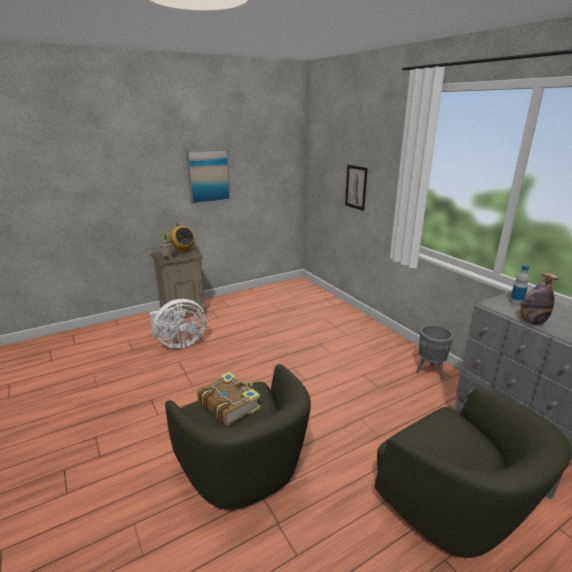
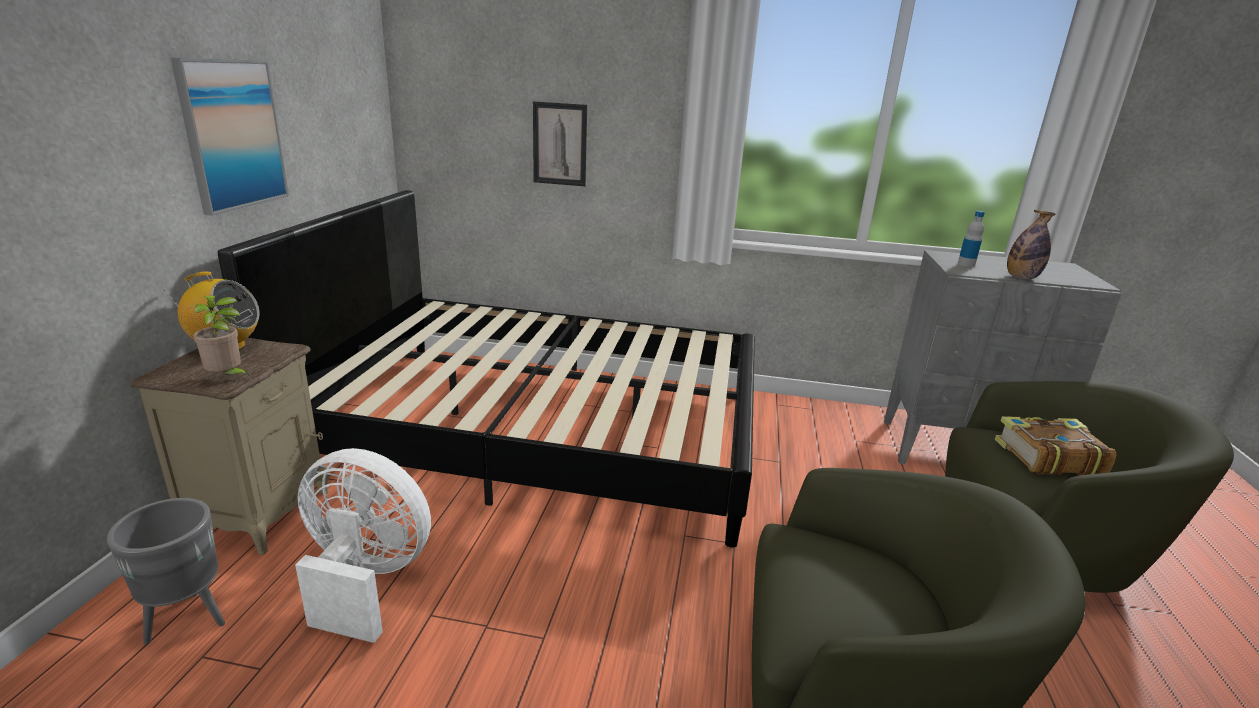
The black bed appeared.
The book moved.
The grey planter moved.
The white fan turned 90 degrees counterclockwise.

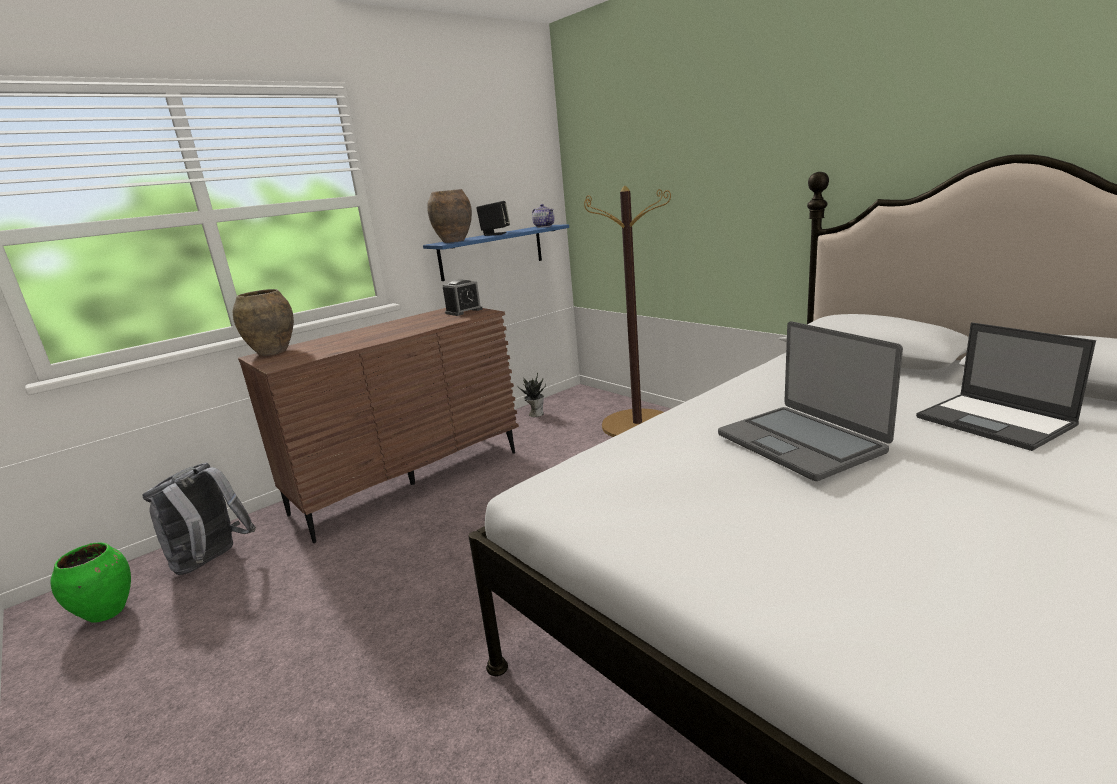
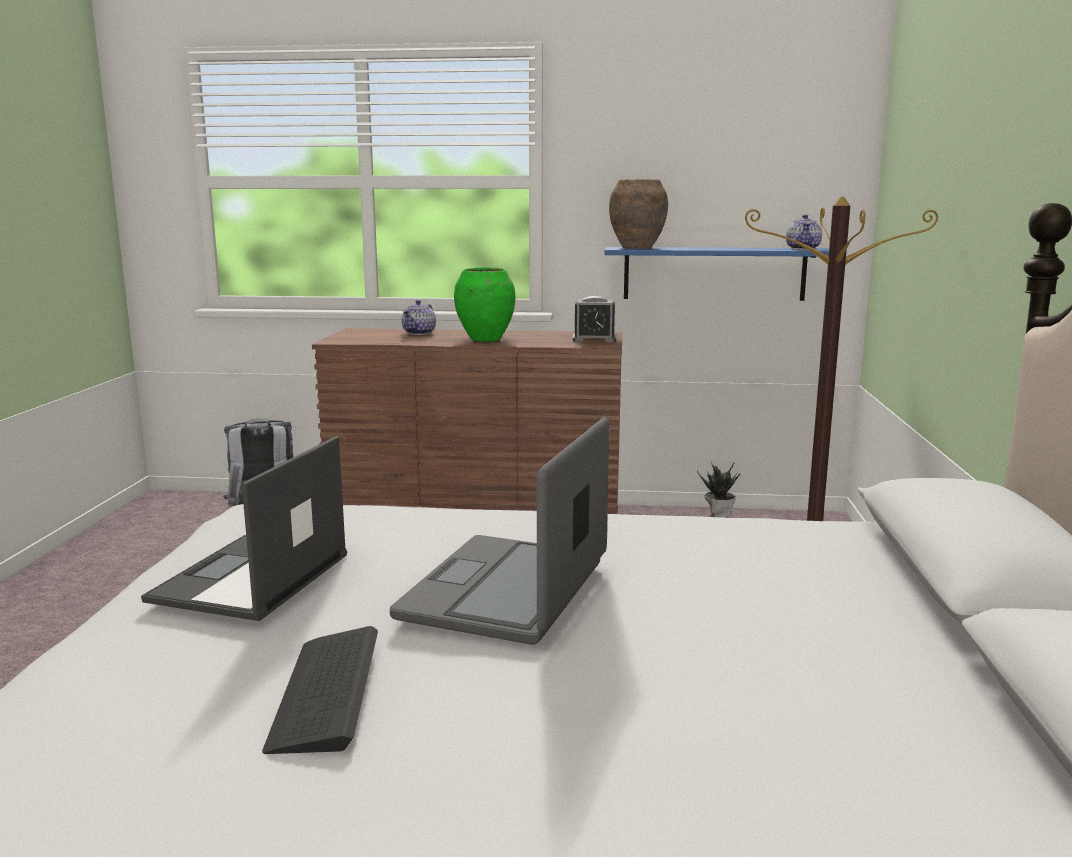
The brown vase (no. 1 from left) disappeared.
The black speaker disappeared.
The keyboard appeared.
The teapot (no. 1 from left) appeared.
The green vase moved.
The laptop (no. 2 from left in the first image) moved.

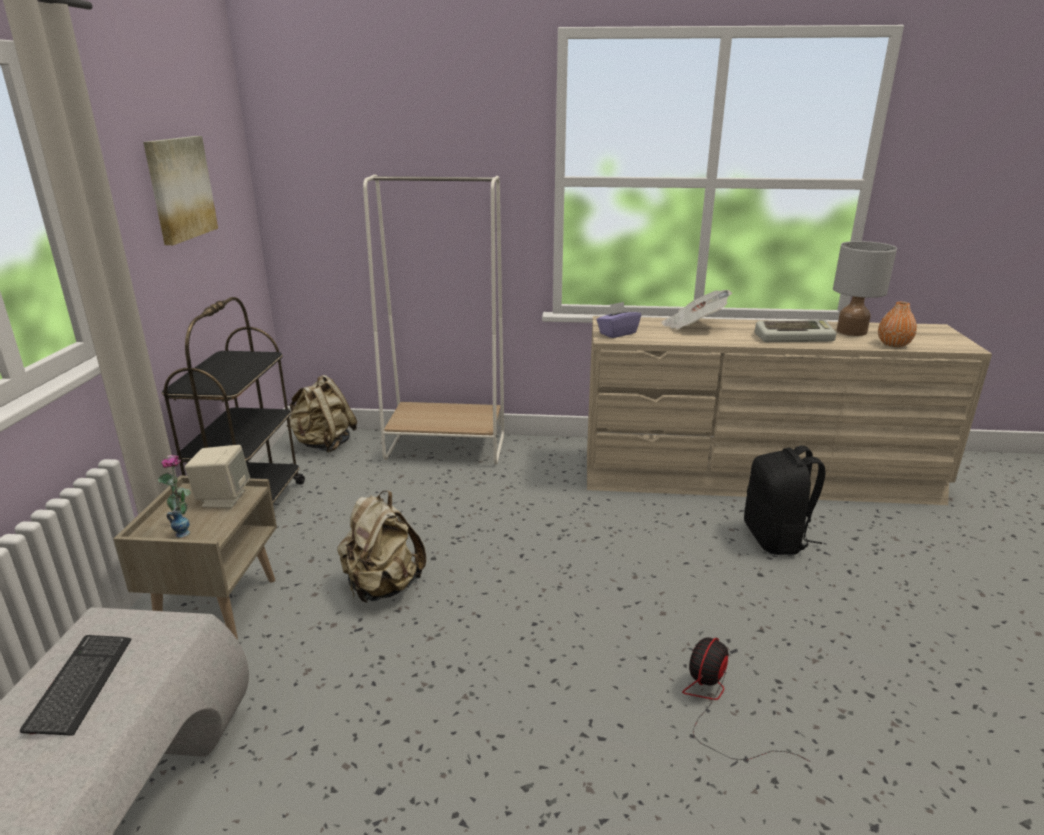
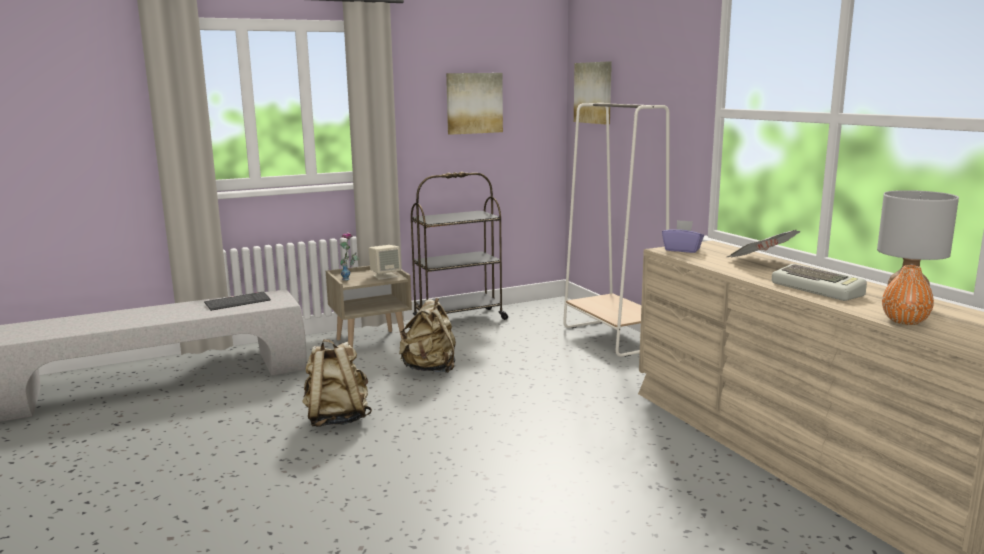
The fan disappeared.
The black backpack disappeared.
The picture (no. 2 from left) appeared.
The beige backpack (no. 1 from left) moved.

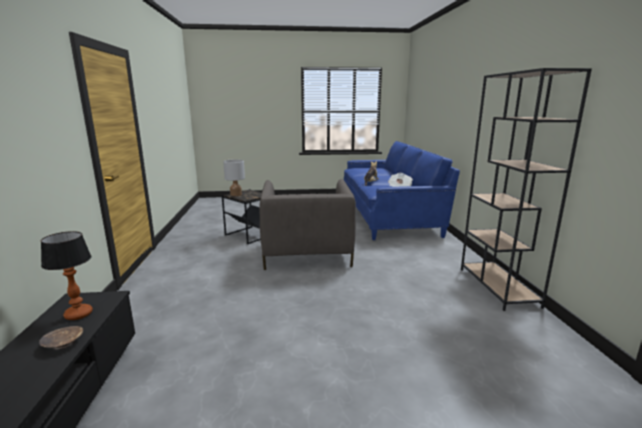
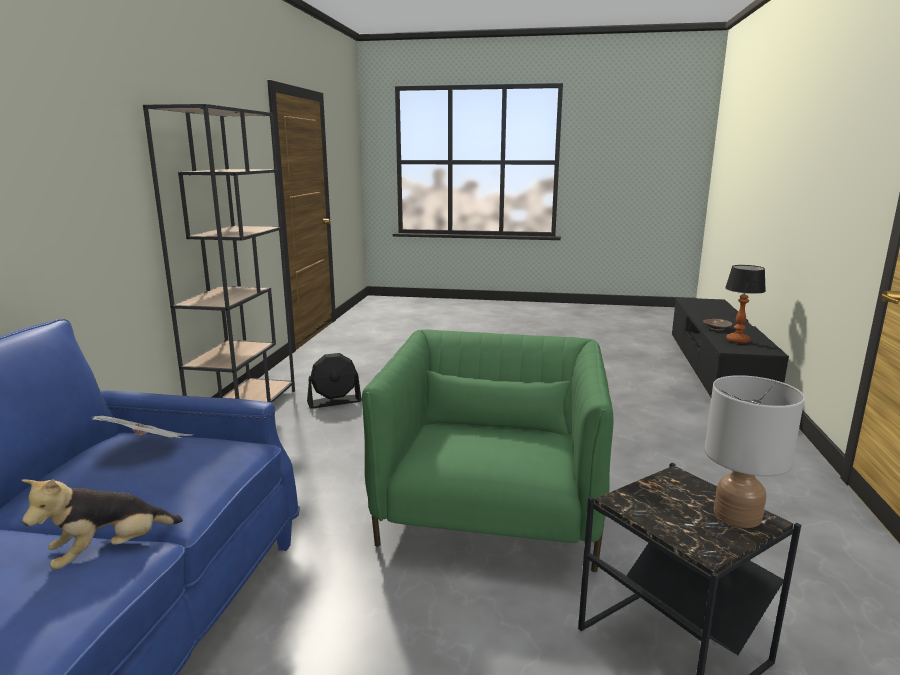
The black fan appeared.
The grey armchair became the green armchair.

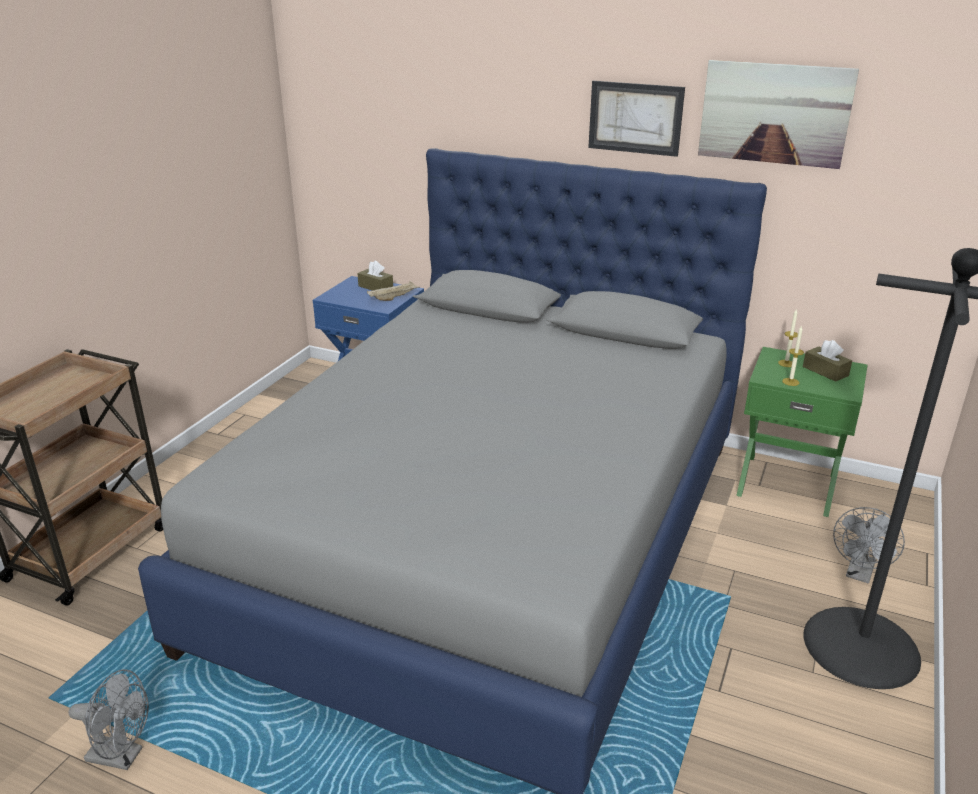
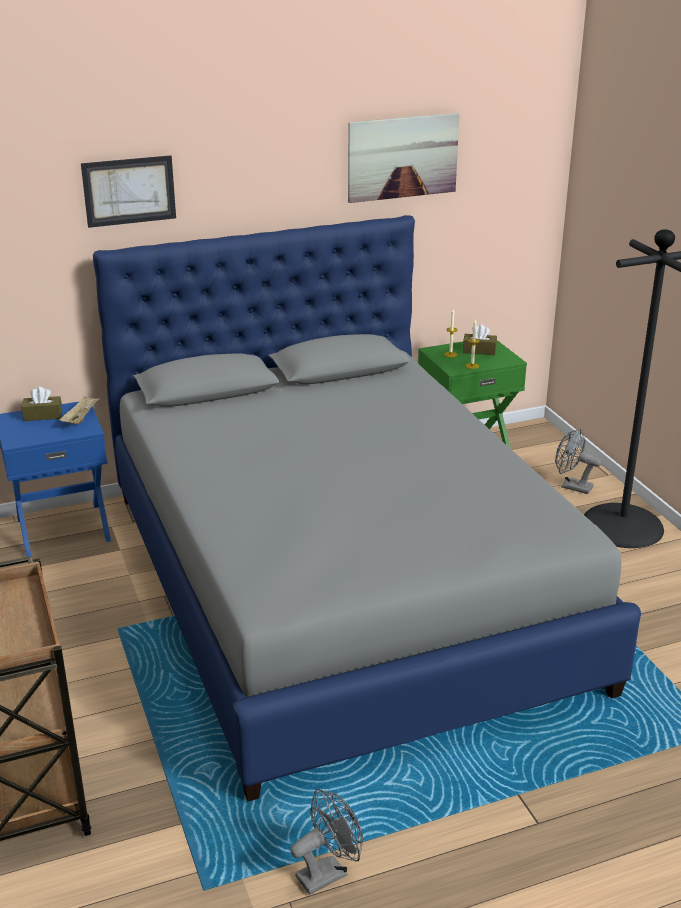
The picture (no. 1 from left) moved.
The grey fan (no. 2 from left) turned 135 degrees clockwise.

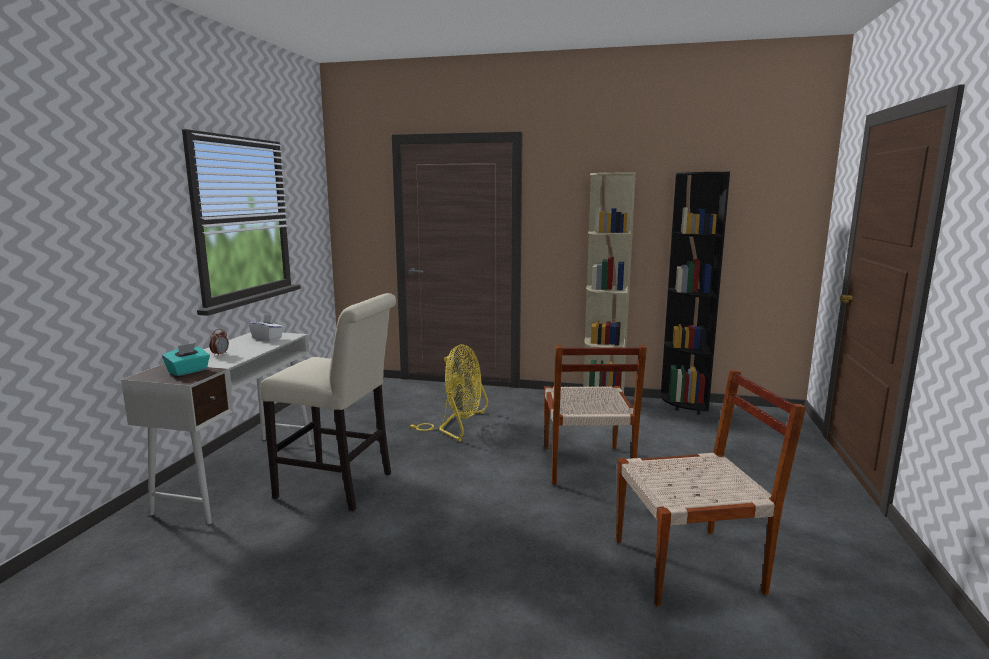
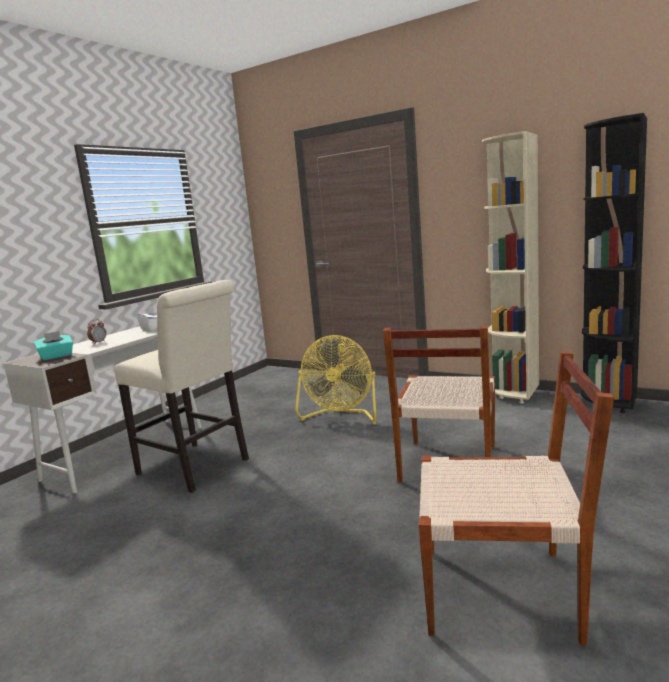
The yellow fan turned 75 degrees clockwise.

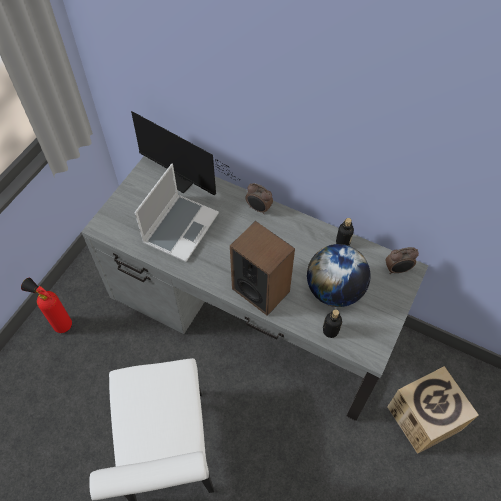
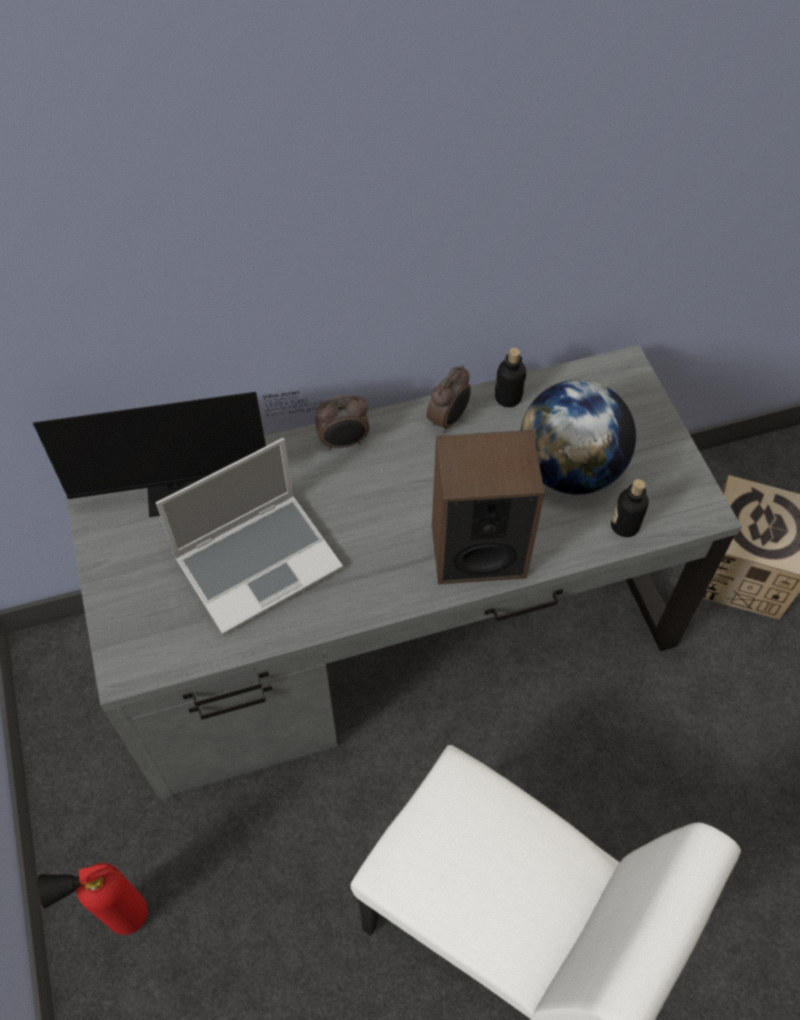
The alarm clock (no. 2 from left) moved.
The laptop turned 75 degrees clockwise.

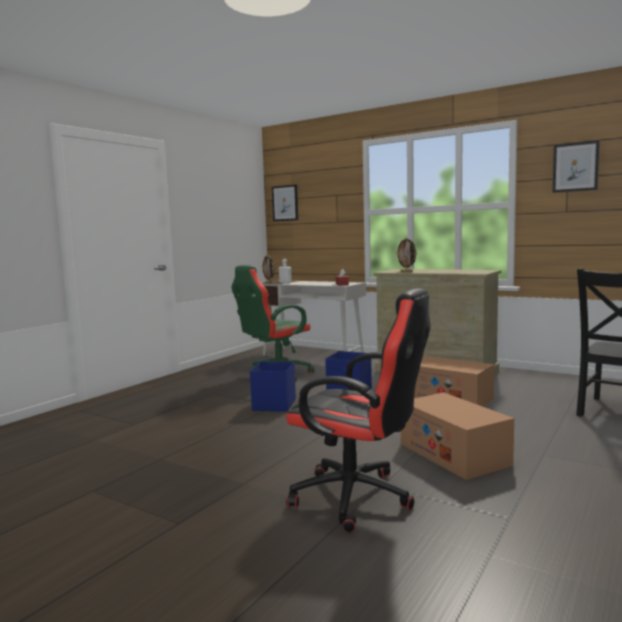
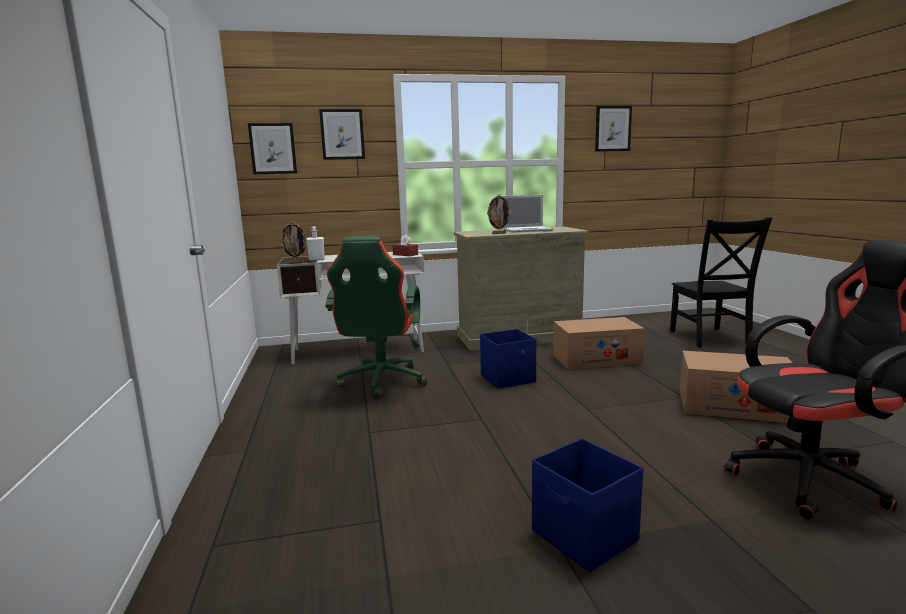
The picture (no. 2 from left) appeared.
The laptop appeared.
The blue storage box (no. 1 from left in the first image) moved.

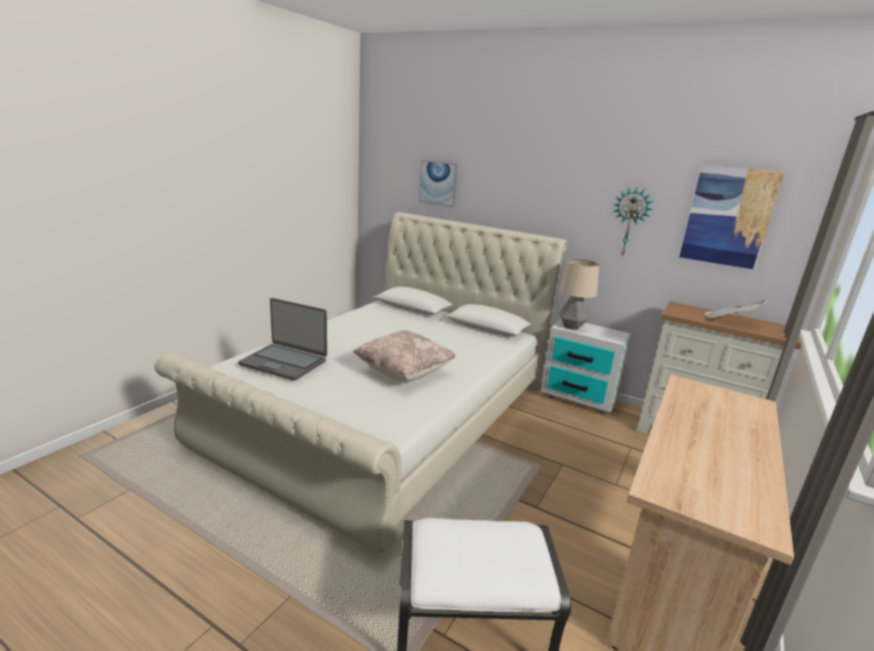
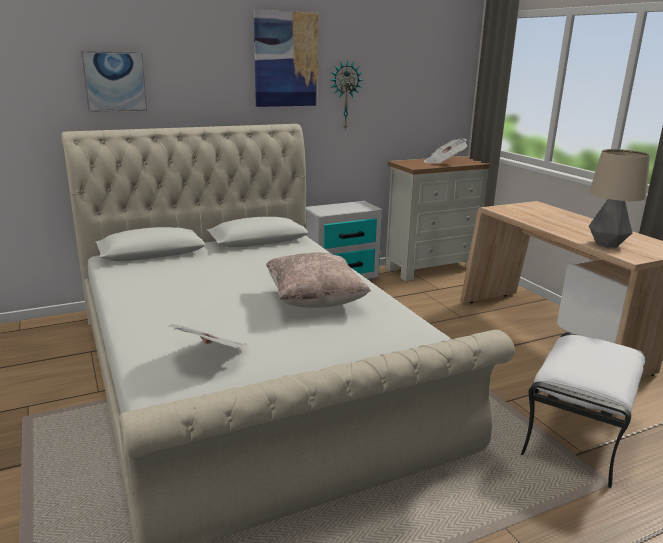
The table lamp moved.
The picture (no. 2 from left) moved.
The laptop was replaced by the newspaper (no. 1 from left).

